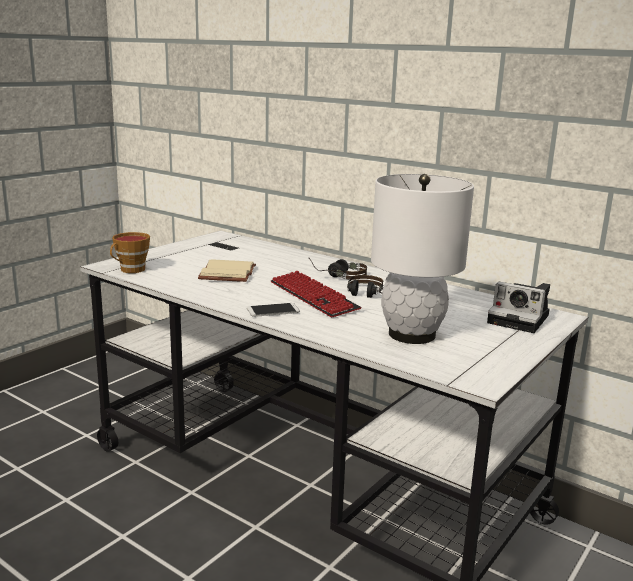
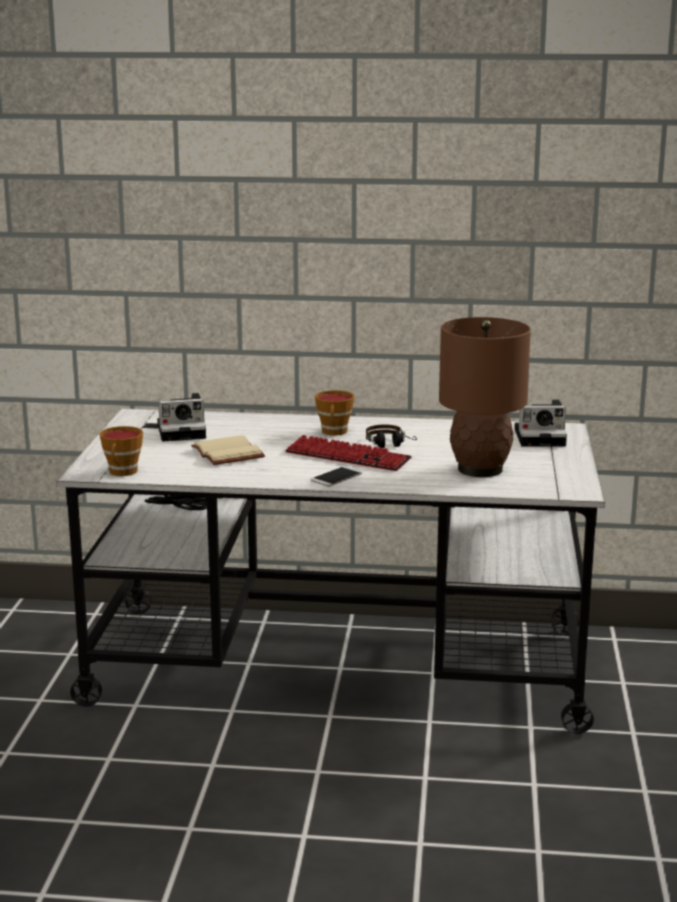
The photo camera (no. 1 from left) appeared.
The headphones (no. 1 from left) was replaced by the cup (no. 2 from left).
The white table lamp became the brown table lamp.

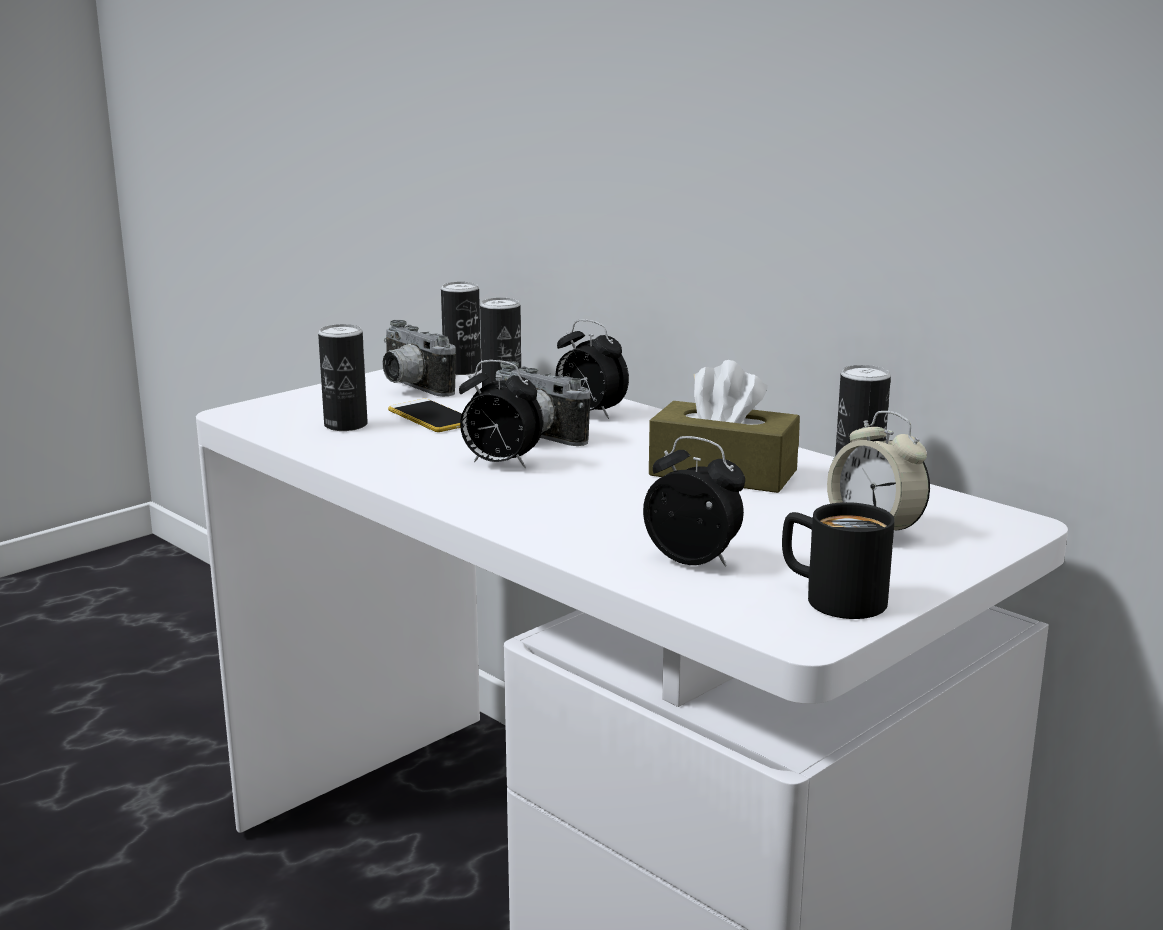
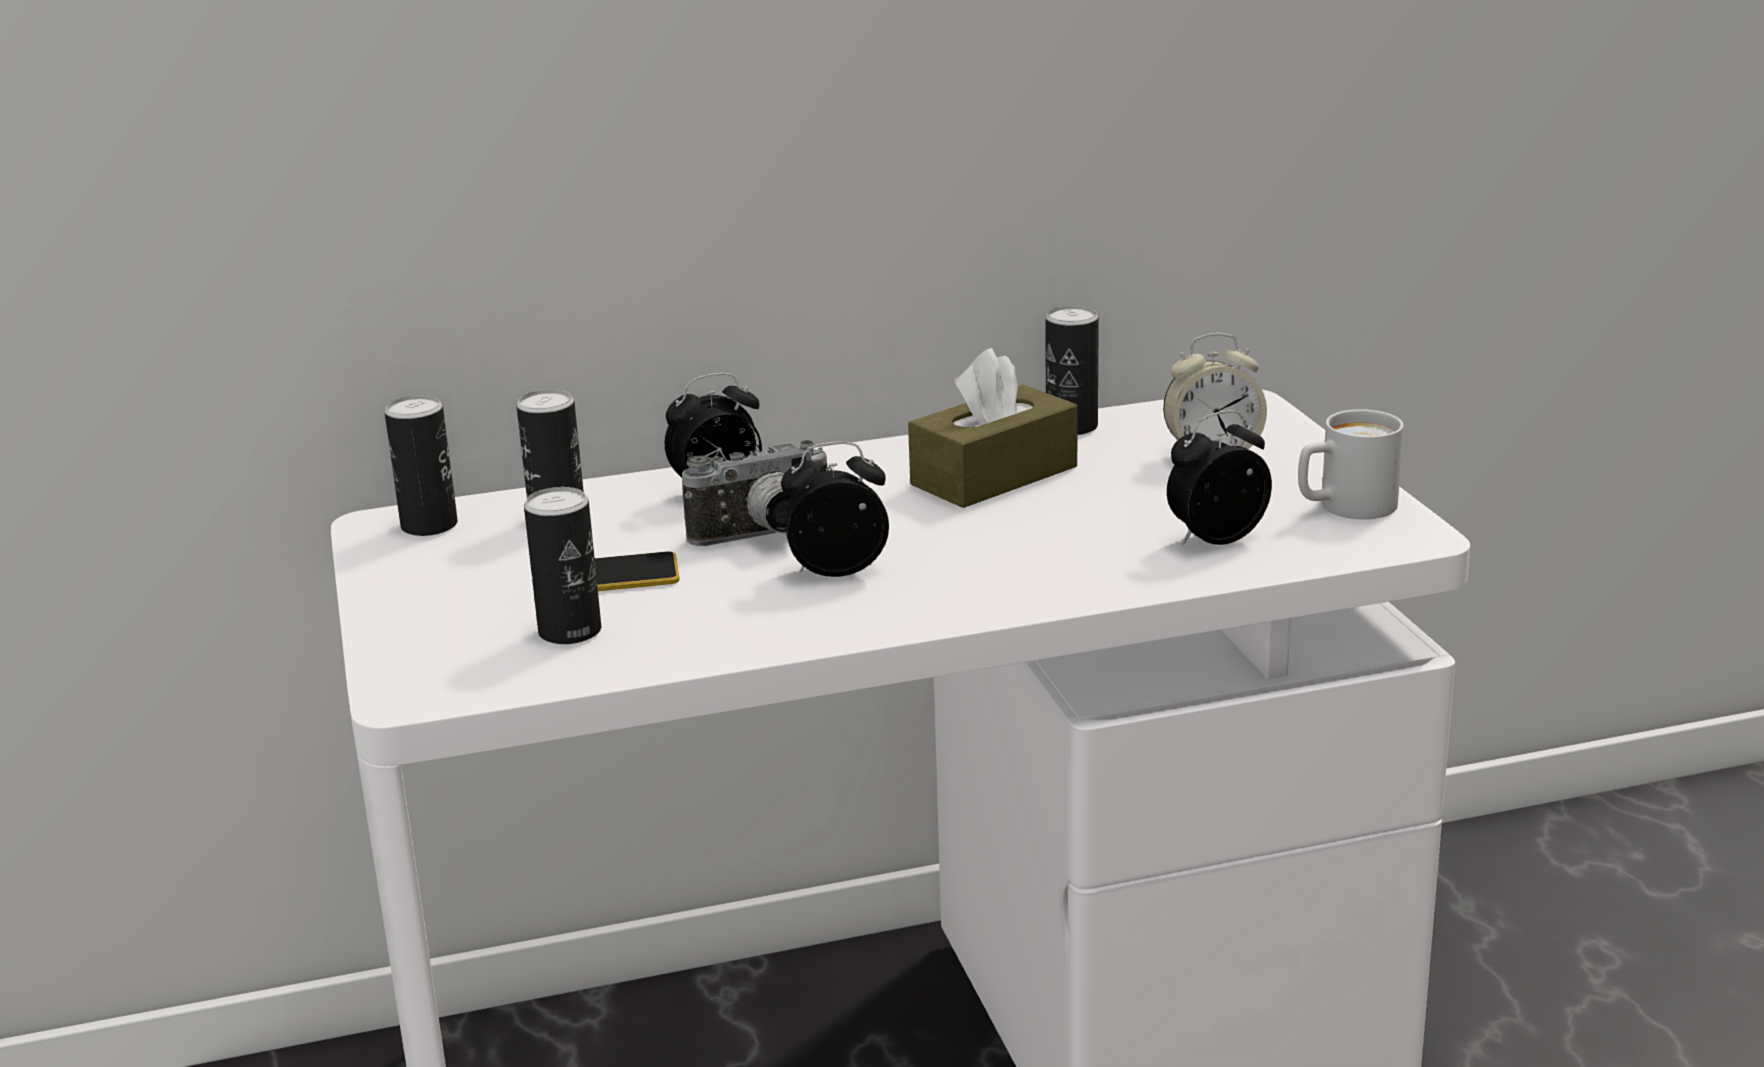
The photo camera (no. 1 from left) disappeared.
The black mug became the white mug.
The alarm clock (no. 1 from left in the first image) turned 150 degrees counterclockwise.

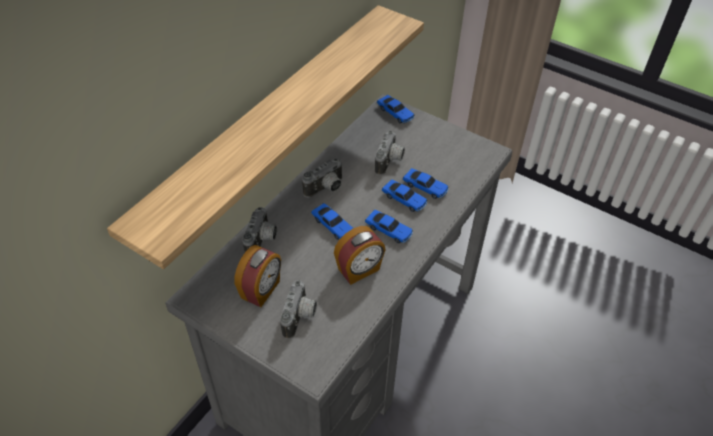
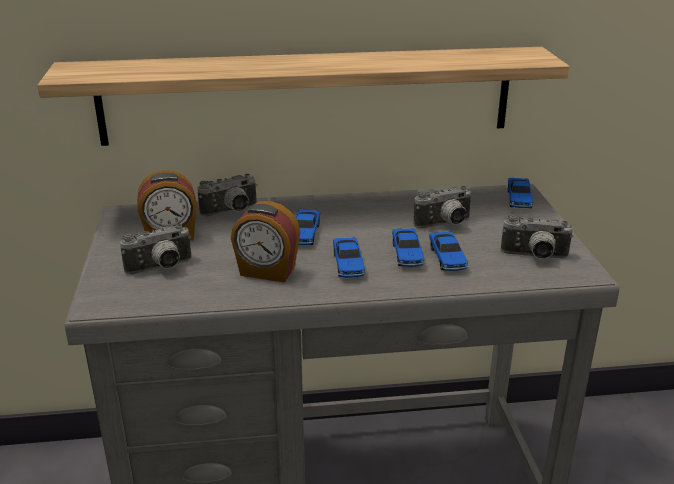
The photo camera (no. 3 from left in the first image) moved.

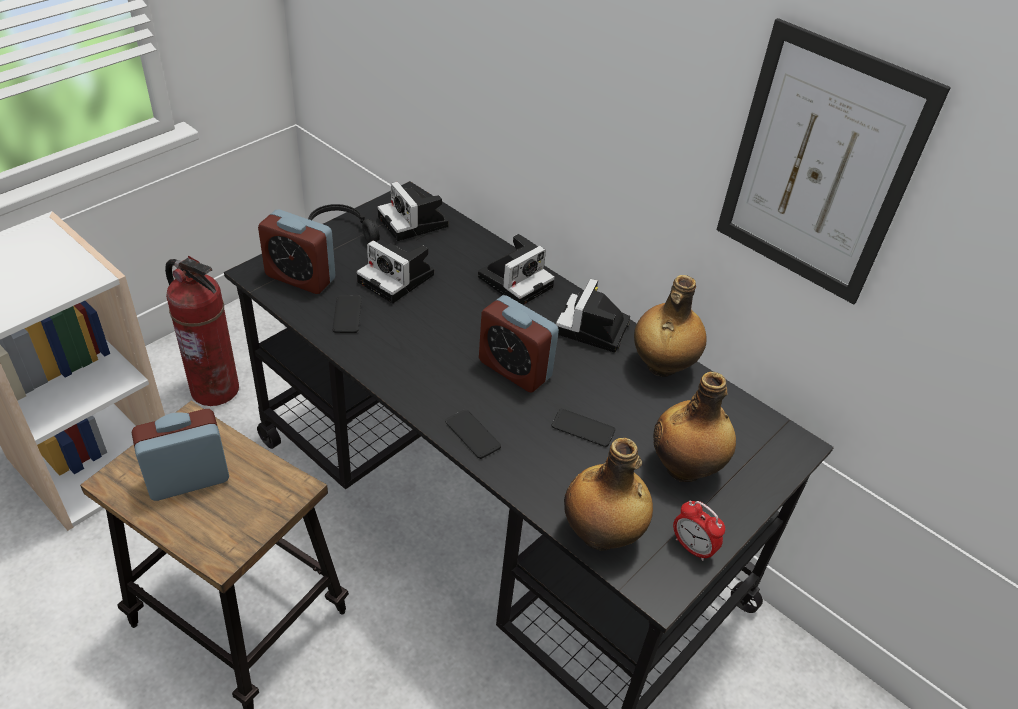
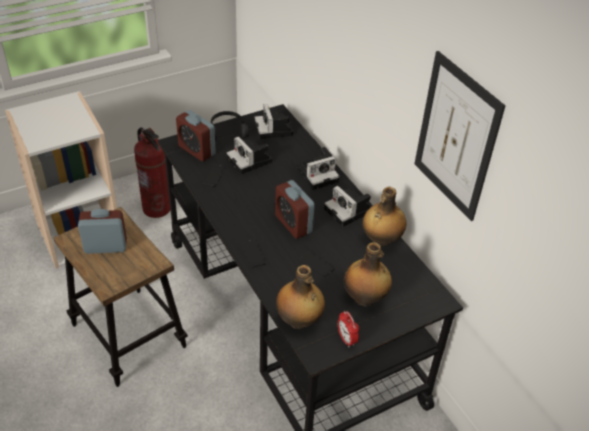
The photo camera (no. 4 from left) turned 75 degrees counterclockwise.

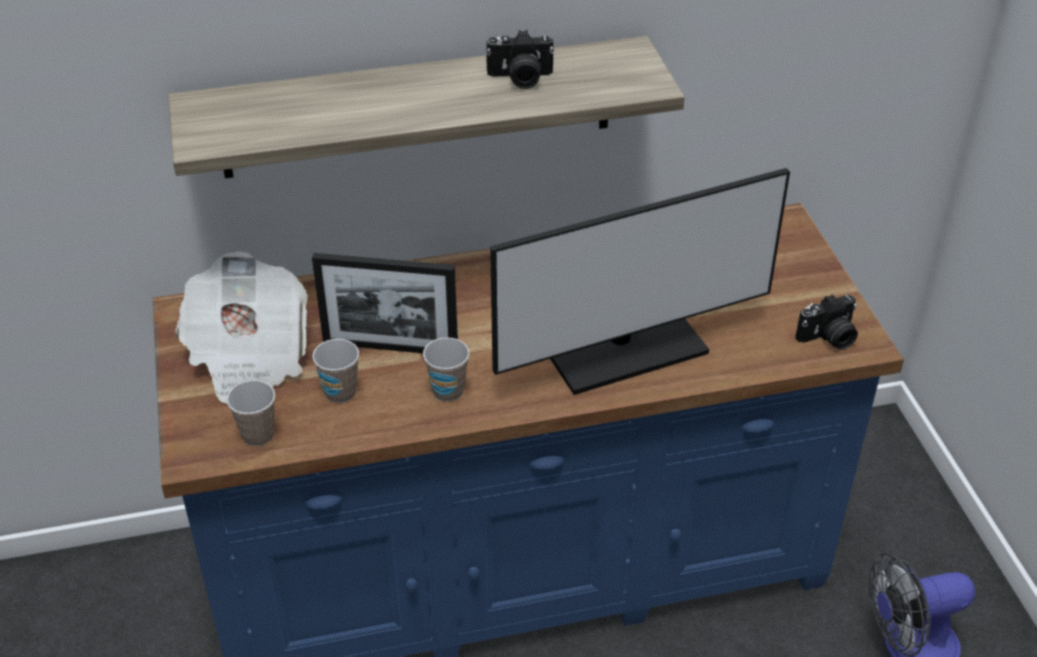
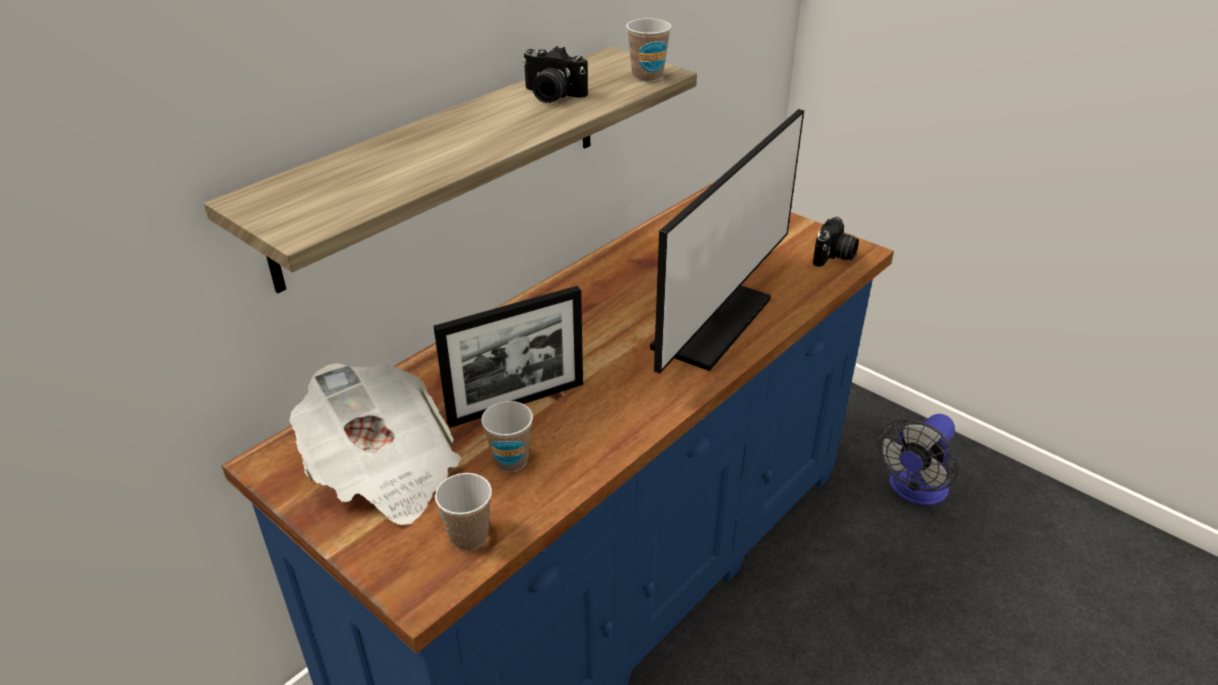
The cup (no. 3 from left) moved.
The photo camera (no. 1 from left) turned 60 degrees clockwise.

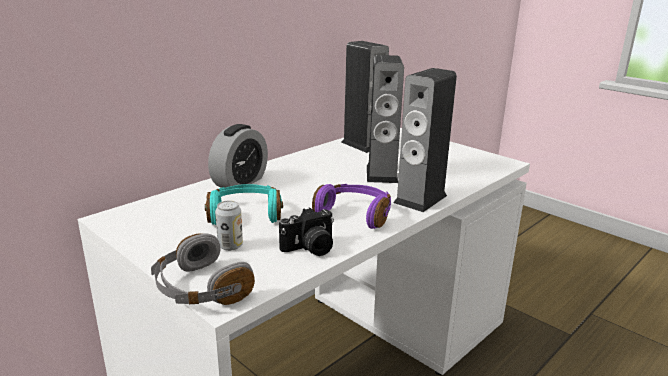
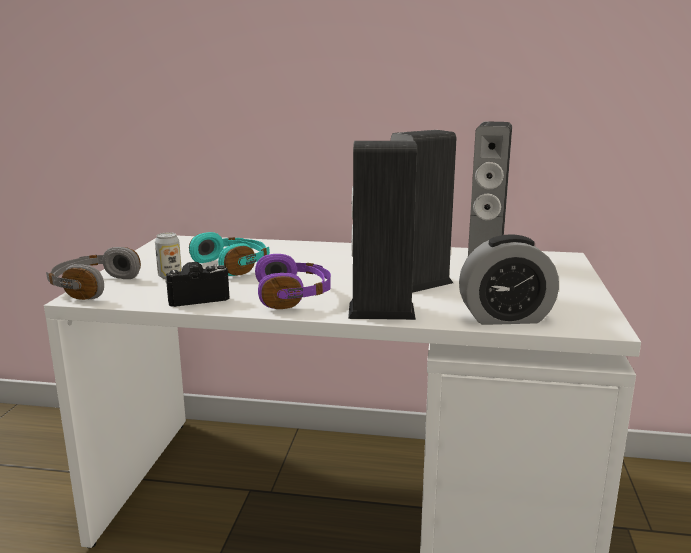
The alarm clock moved.
The photo camera turned 135 degrees clockwise.

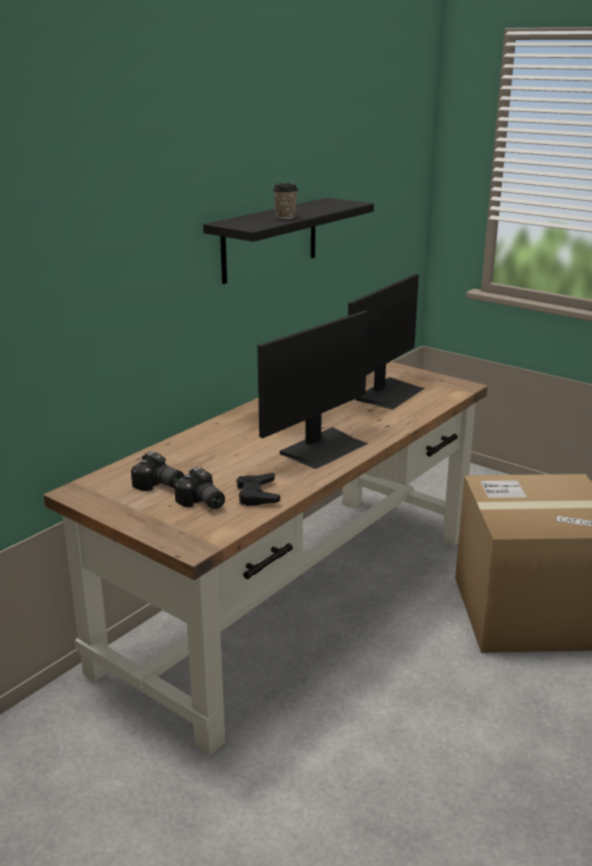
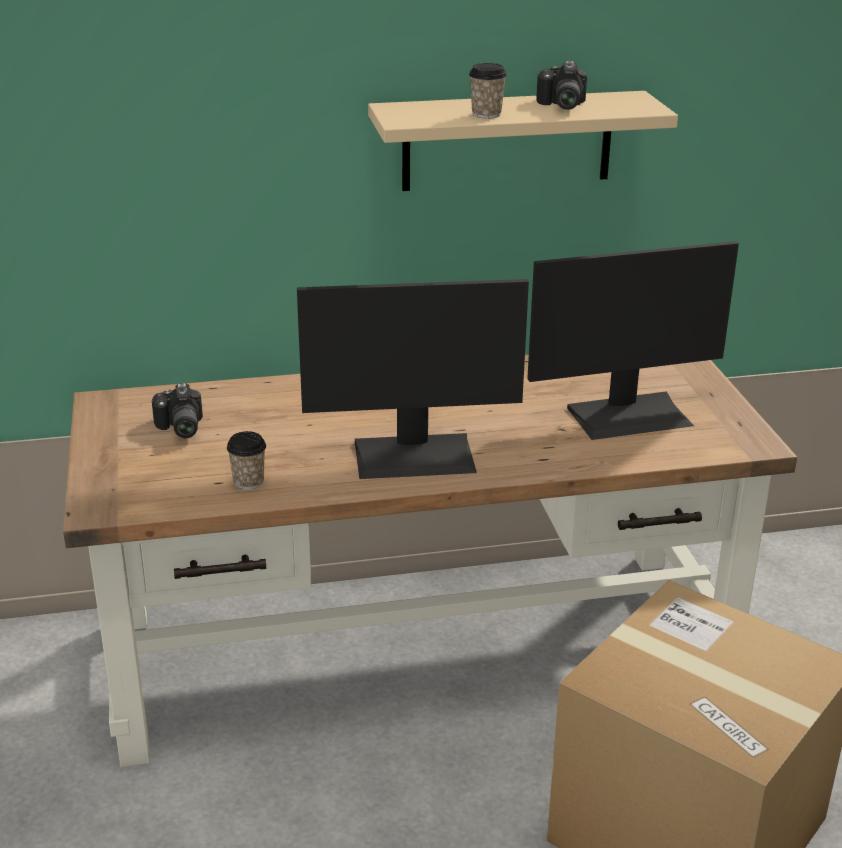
The photo camera (no. 2 from left) moved.
The black game controller was replaced by the cup (no. 1 from left).
The black shelf became the beige shelf.

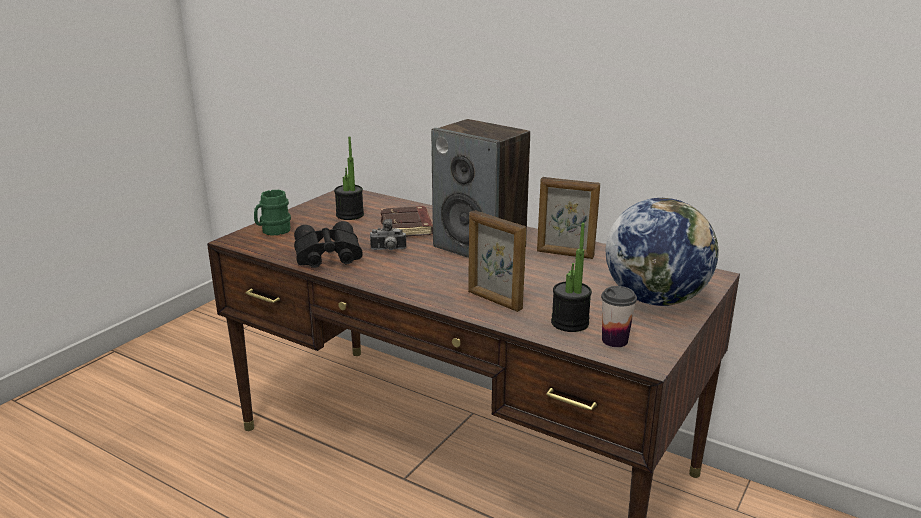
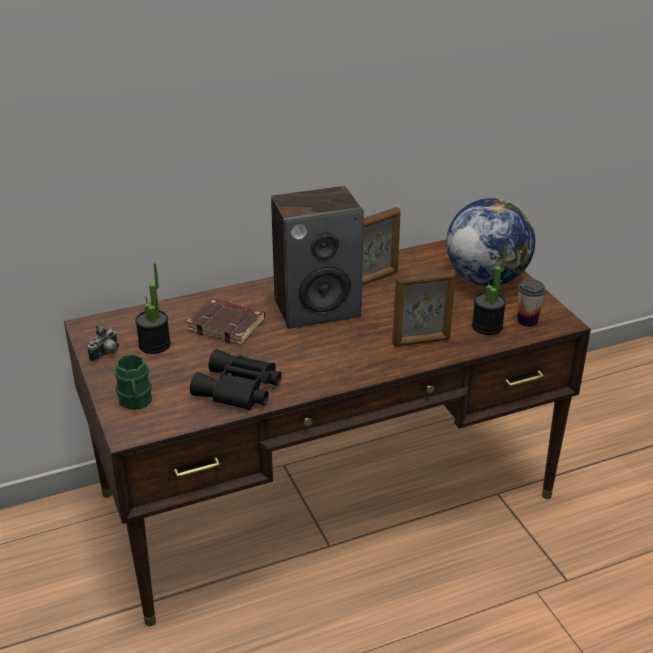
The photo camera moved.

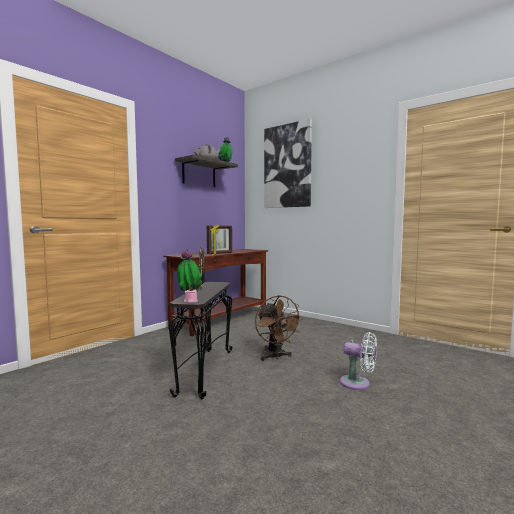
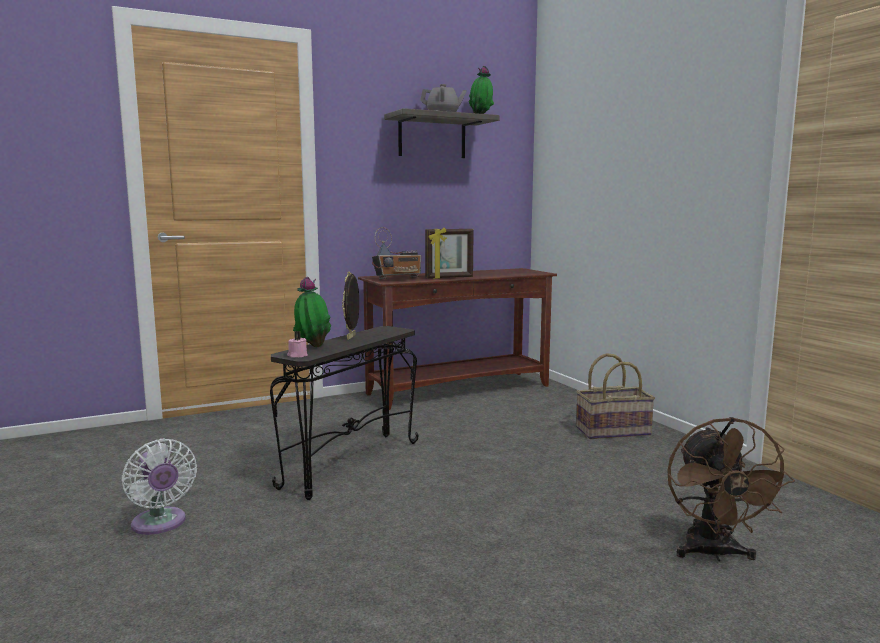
The picture disappeared.
The radio appeared.
The basket appeared.
The brown fan moved.
The white fan moved.

